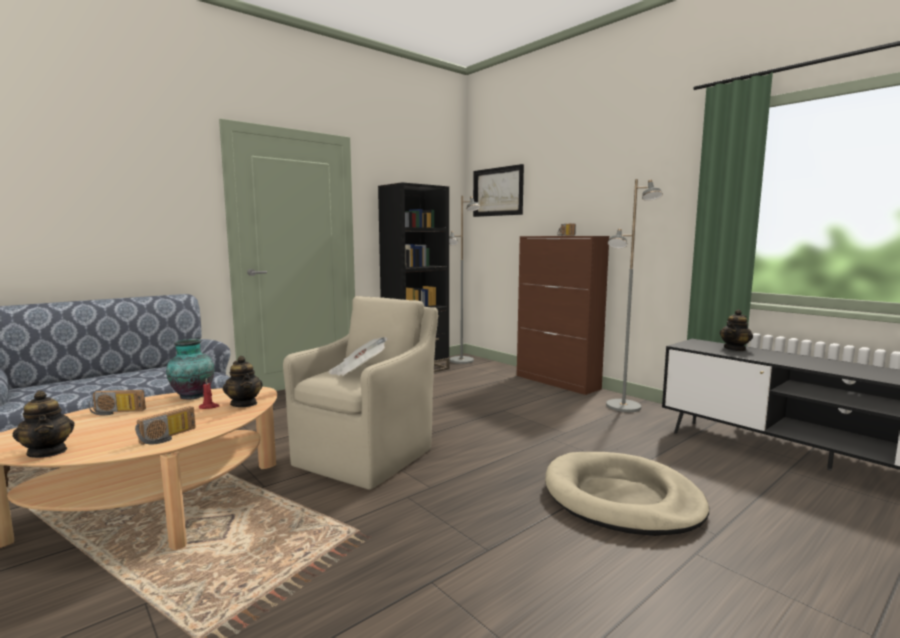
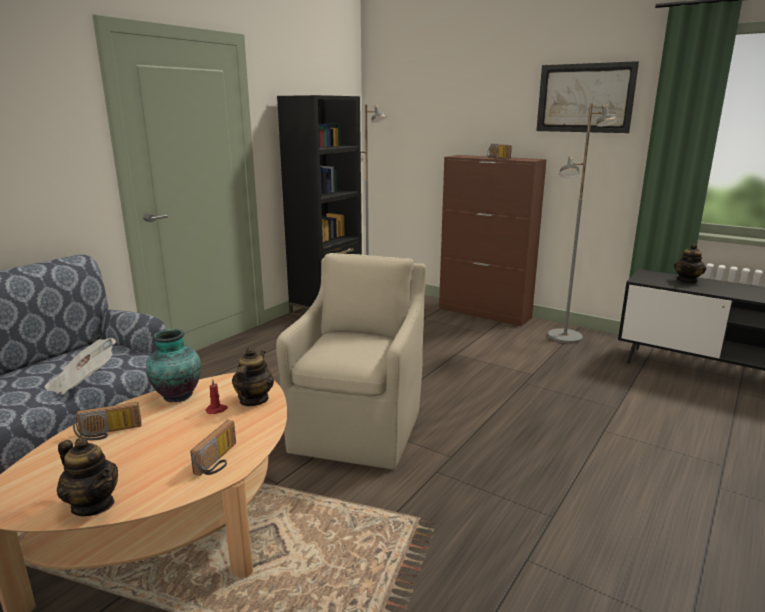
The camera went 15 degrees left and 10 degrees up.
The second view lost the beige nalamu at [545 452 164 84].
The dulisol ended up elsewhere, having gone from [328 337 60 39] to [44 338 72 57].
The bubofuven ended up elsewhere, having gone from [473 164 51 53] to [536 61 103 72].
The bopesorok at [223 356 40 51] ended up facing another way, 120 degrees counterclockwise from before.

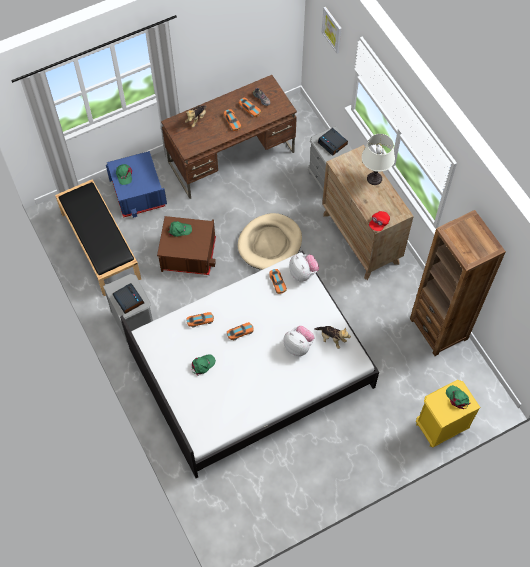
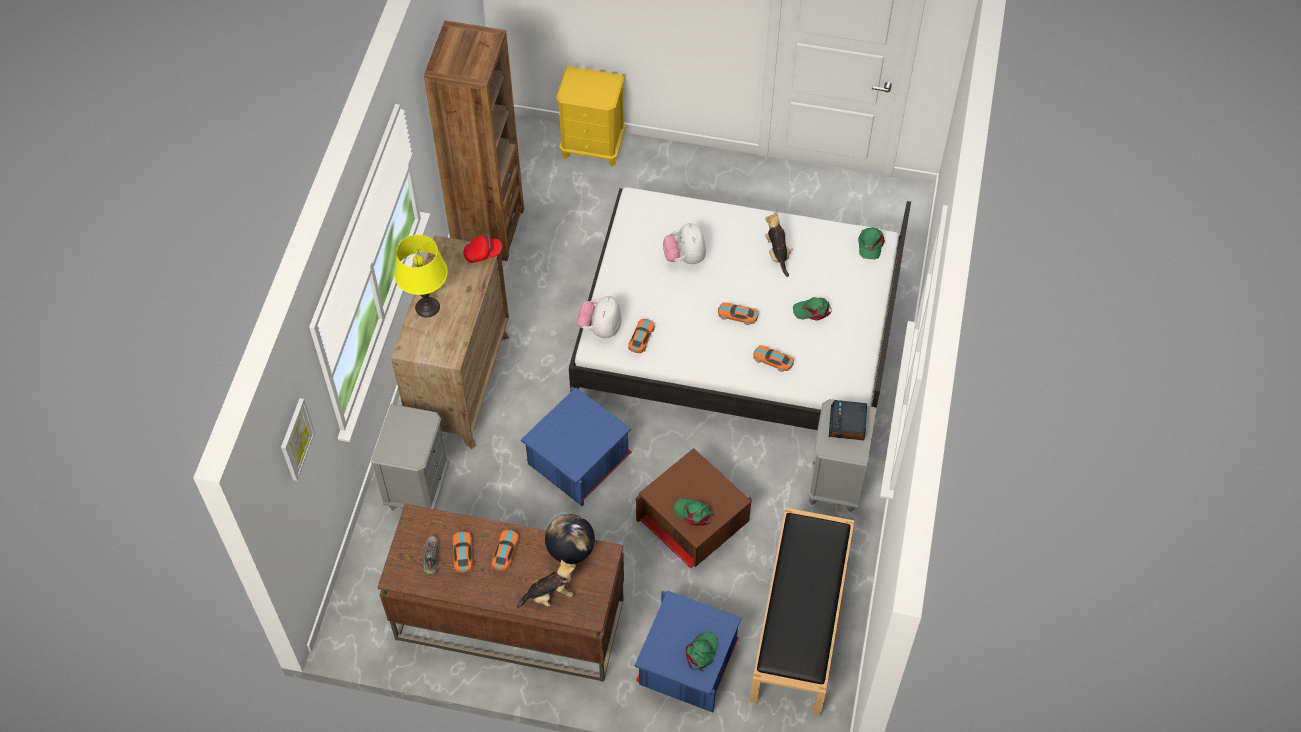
The camera went 140 degrees left and 5 degrees down.
The second view lost the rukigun at [318 128 30 28].
The second view gained the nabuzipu at [545 514 50 50].
The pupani ended up elsewhere, having gone from [314 326 37 23] to [765 210 28 67].
The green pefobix ended up elsewhere, having gone from [446 385 24 24] to [858 227 27 32].
Where the beige nalamu stood at [238 213 64 57], the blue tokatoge came to stand at [521 387 110 119].
What was the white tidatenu at [362 134 33 51] turned into the yellow tidatenu at [394 235 54 82].

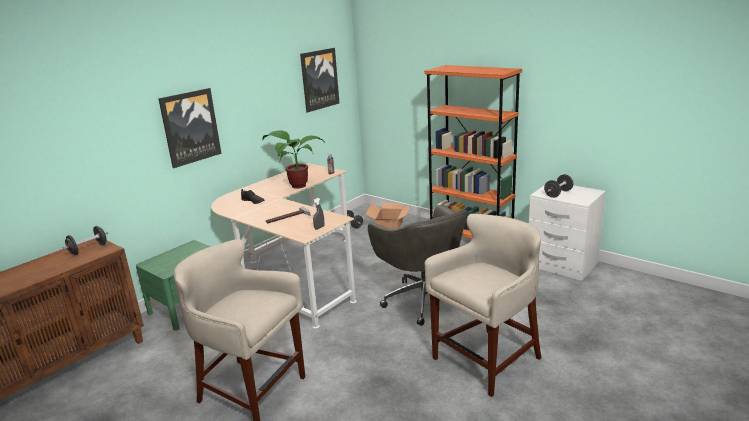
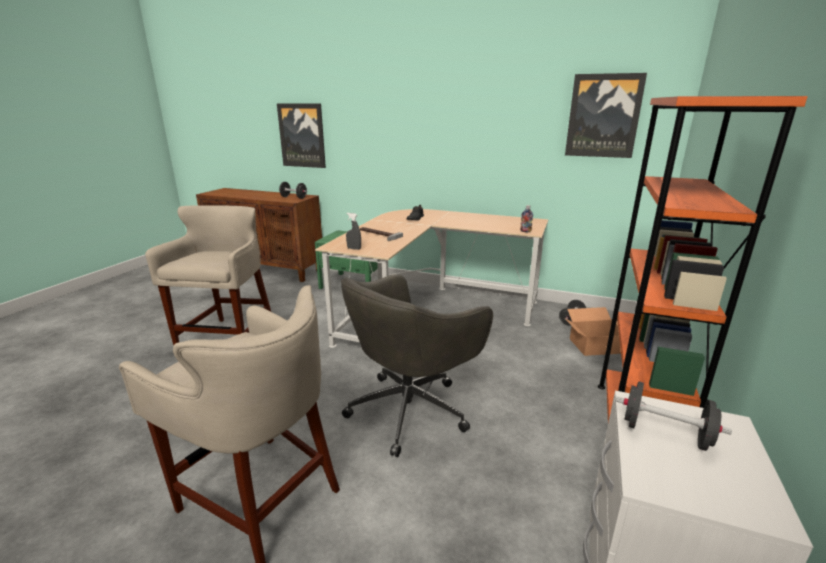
The camera went 70 degrees right and 0 degrees up.
The second view lost the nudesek at [262 131 63 58].
The bubofuven ended up elsewhere, having gone from [158 88 64 80] to [277 104 49 64].

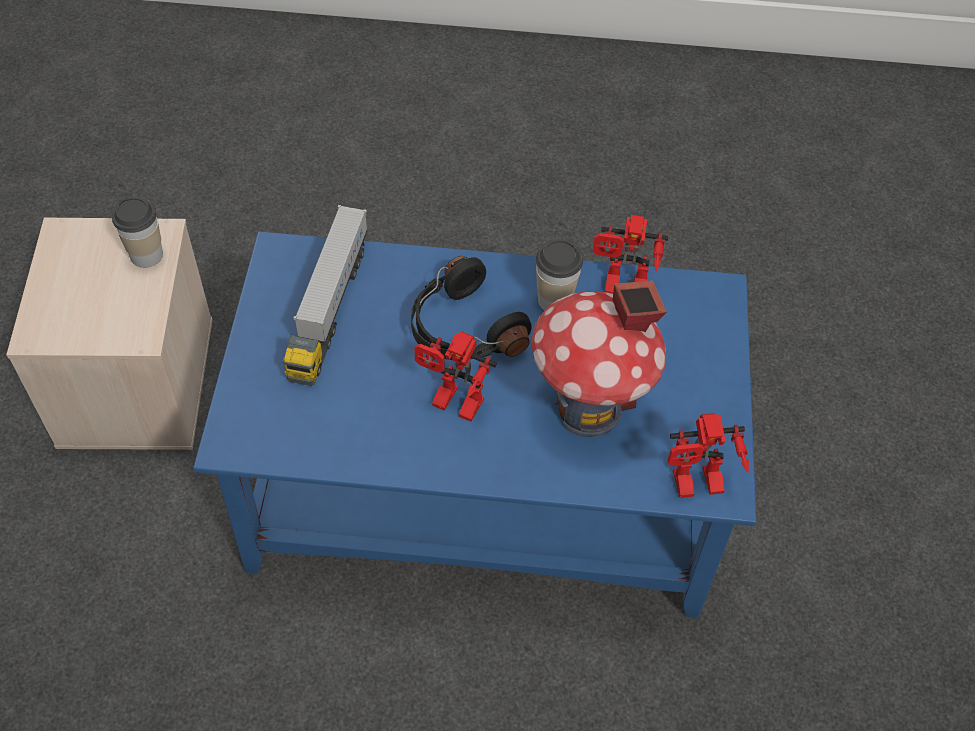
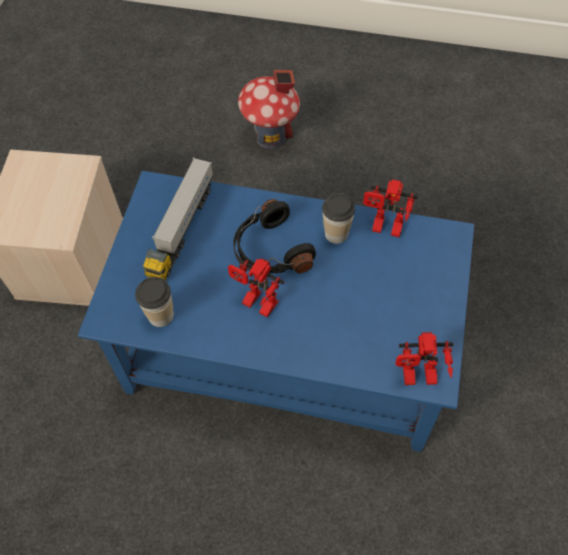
The camera went 10 degrees right and 5 degrees up.
The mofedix ended up elsewhere, having gone from [112 198 51 70] to [135 277 39 50].
The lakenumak ended up elsewhere, having gone from [532 280 135 157] to [238 70 62 79].

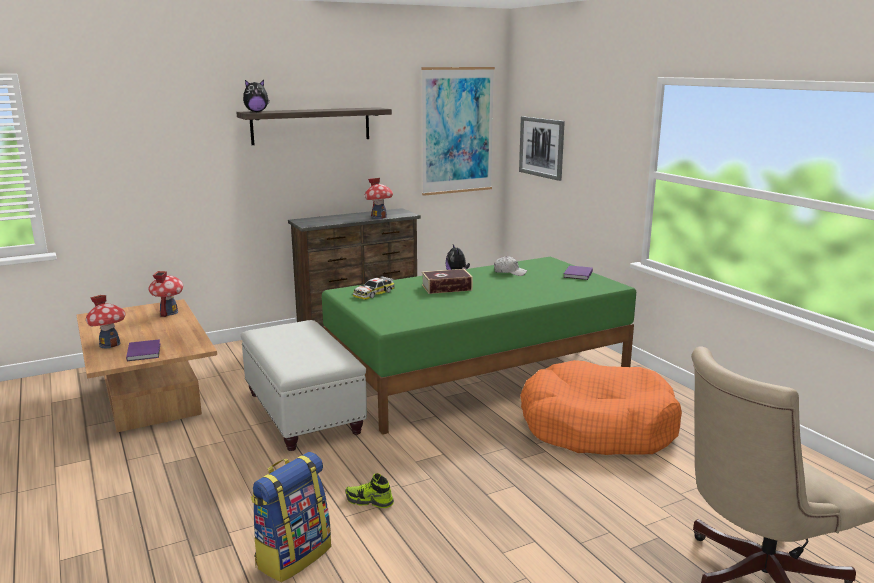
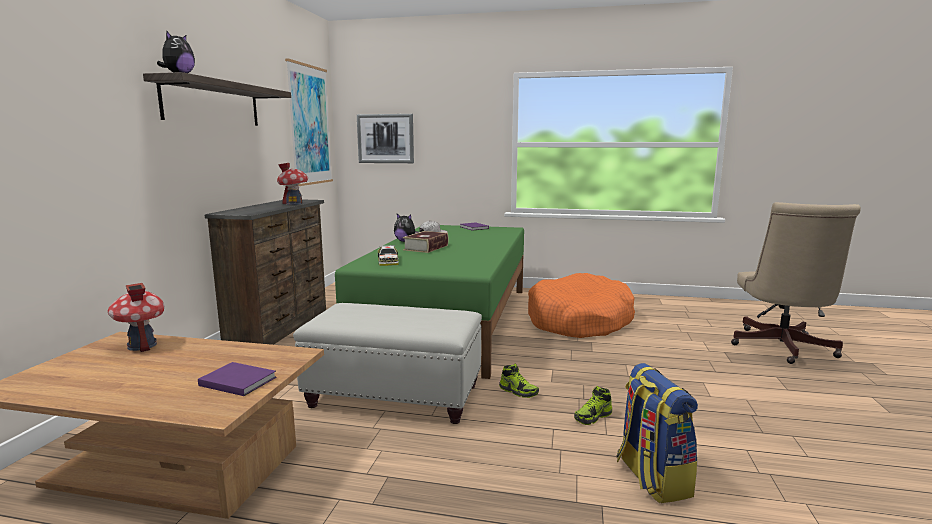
The camera went 50 degrees left and 5 degrees down.
The second view lost the lakenumak at [86 295 40 53].
The second view gained the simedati at [499 363 40 35].

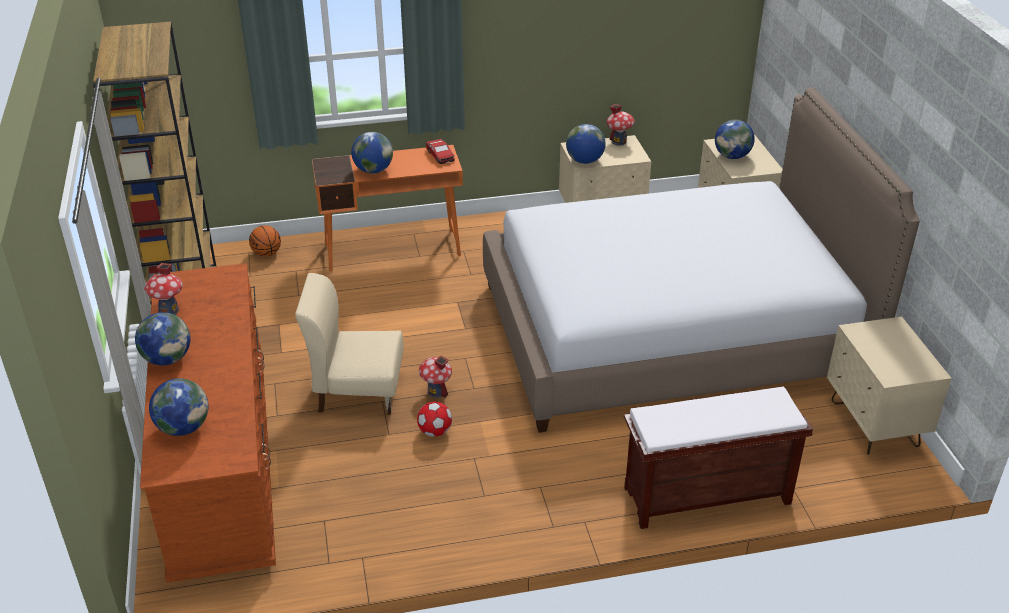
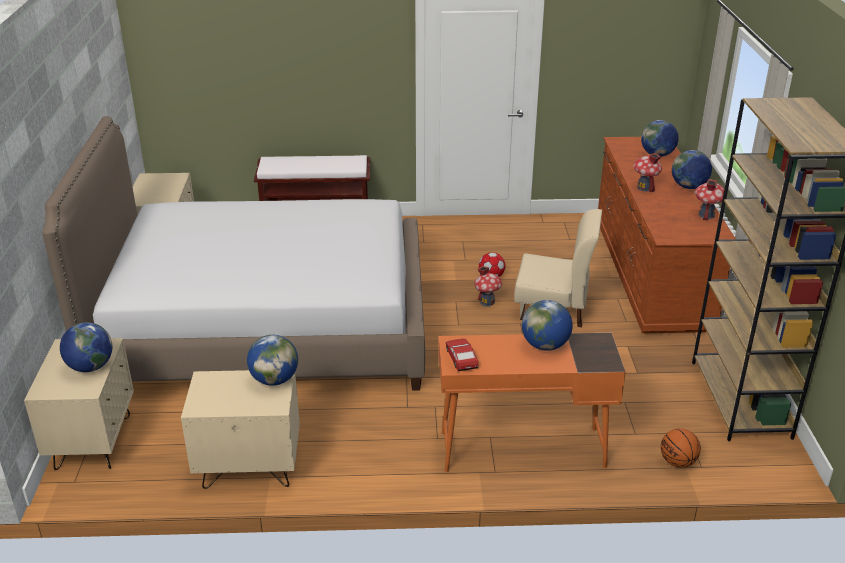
The camera went 170 degrees left and 5 degrees down.
The lakenumak ended up elsewhere, having gone from [607 104 28 42] to [633 153 29 39].

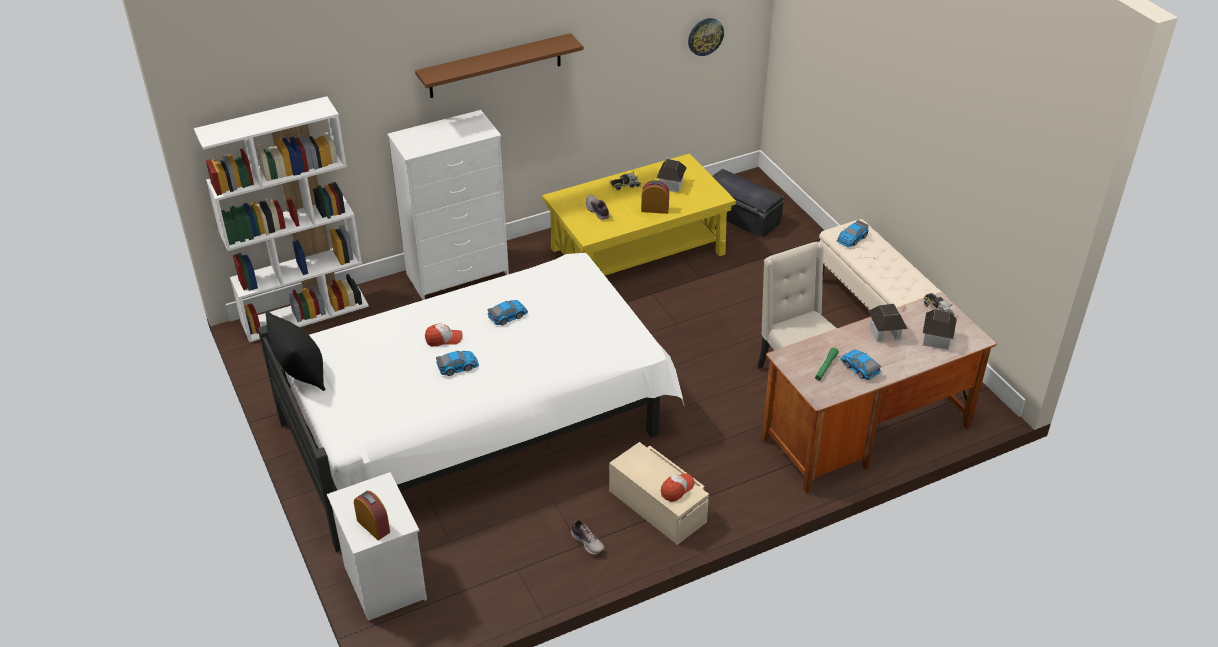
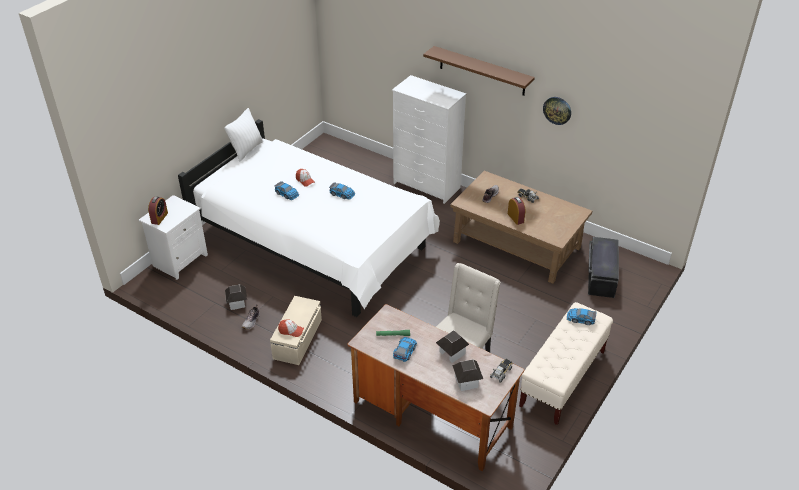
The camera went 60 degrees right and 0 degrees up.
The second view lost the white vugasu at [194 96 175 246].
The lakenumak ended up elsewhere, having gone from [656 159 31 33] to [225 285 22 25].
The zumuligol ended up elsewhere, having gone from [688 18 36 38] to [543 97 28 28].
What was the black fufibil at [265 311 60 80] turned into the white fufibil at [224 108 39 54].
What was the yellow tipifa at [542 153 194 122] turned into the brown tipifa at [450 171 142 113].

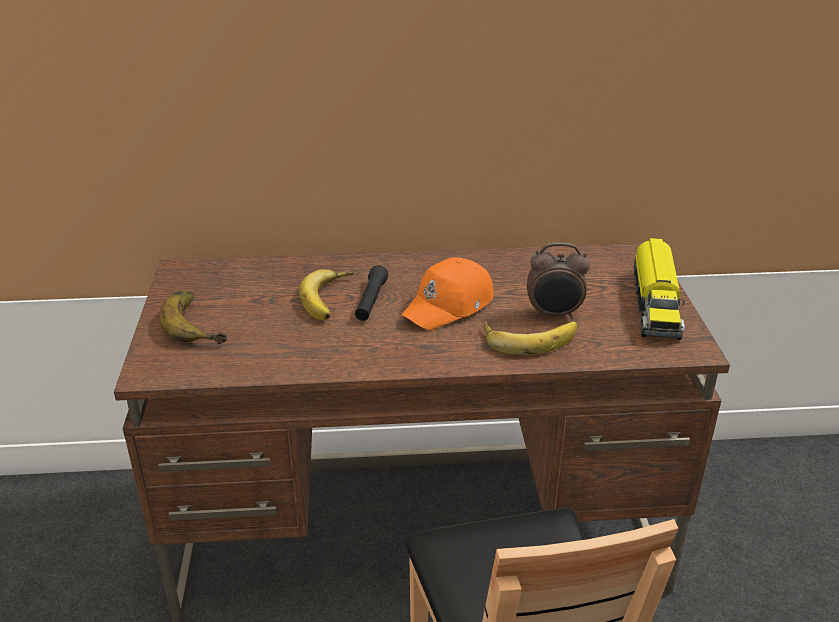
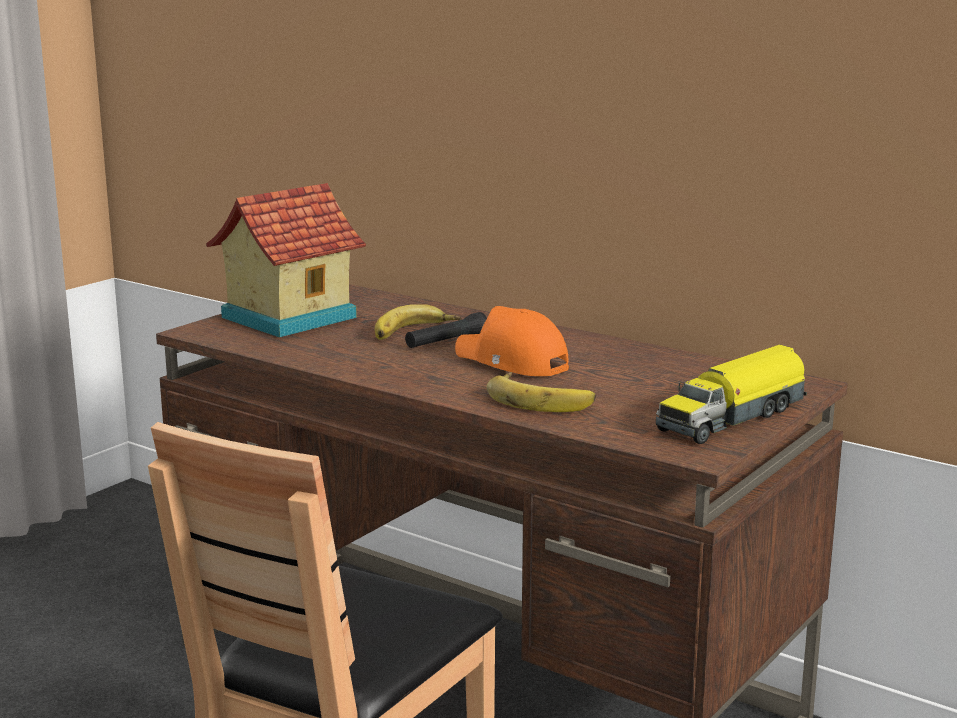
The camera went 40 degrees right and 15 degrees down.
The second view lost the rukigun at [527 242 63 77].
Where the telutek stood at [159 290 68 54], the lakenumak came to stand at [206 183 160 154].
The orange pefobix at [401 257 92 73] ended up facing another way, 45 degrees clockwise from before.

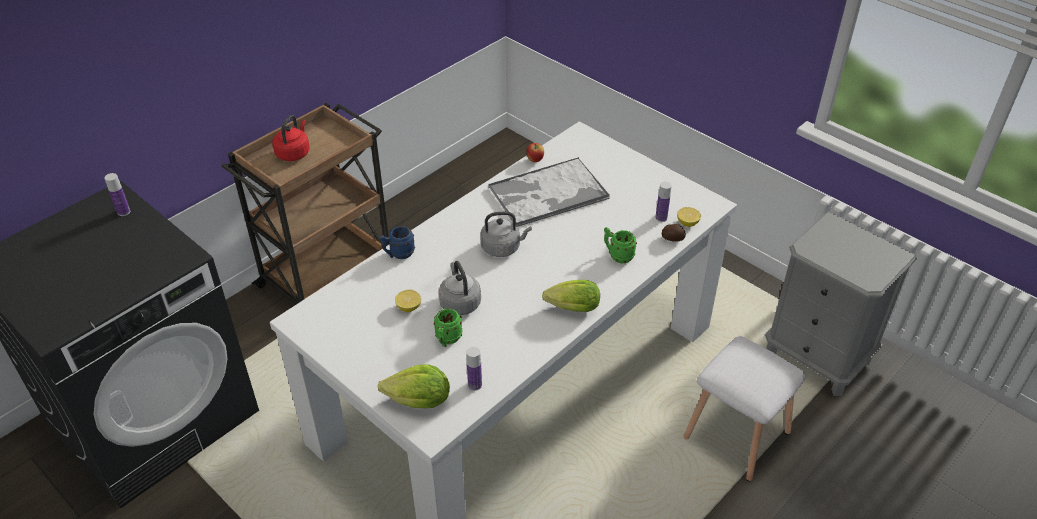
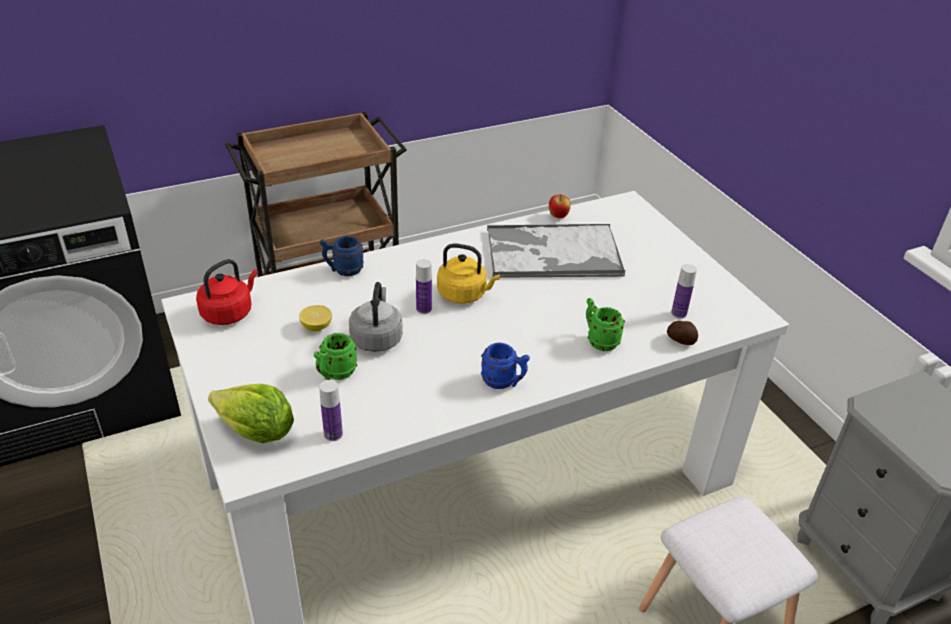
The camera went 20 degrees right and 5 degrees down.
The second view lost the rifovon at [677 207 24 20].
The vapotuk ended up elsewhere, having gone from [104 173 26 43] to [416 259 16 55].
The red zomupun ended up elsewhere, having gone from [273 115 37 46] to [196 259 62 66].
Where the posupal stood at [542 280 58 32], the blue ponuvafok came to stand at [481 343 49 46].
What was the grey zomupun at [480 211 52 46] turned into the yellow zomupun at [437 243 63 61].

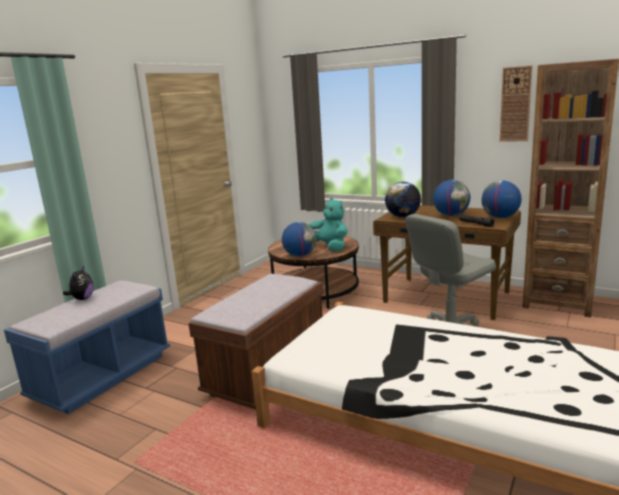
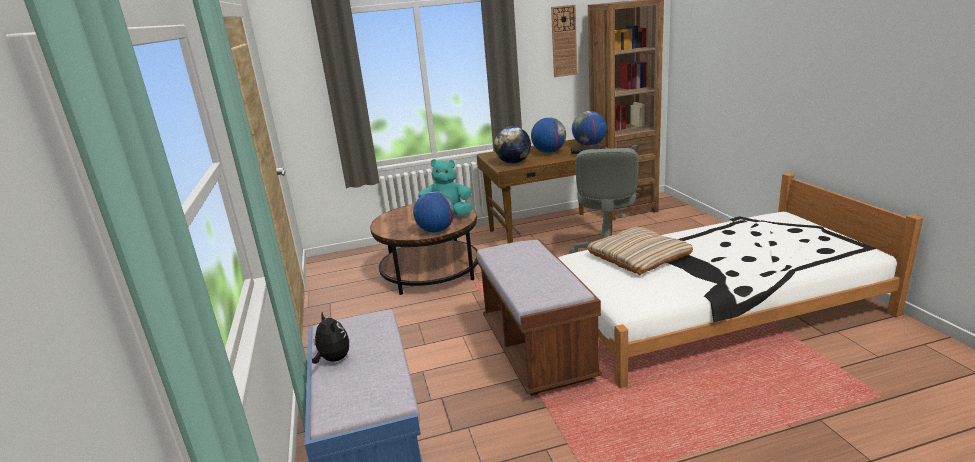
The camera went 45 degrees left and 5 degrees up.
The second view gained the beige fufibil at [587 227 106 48].

